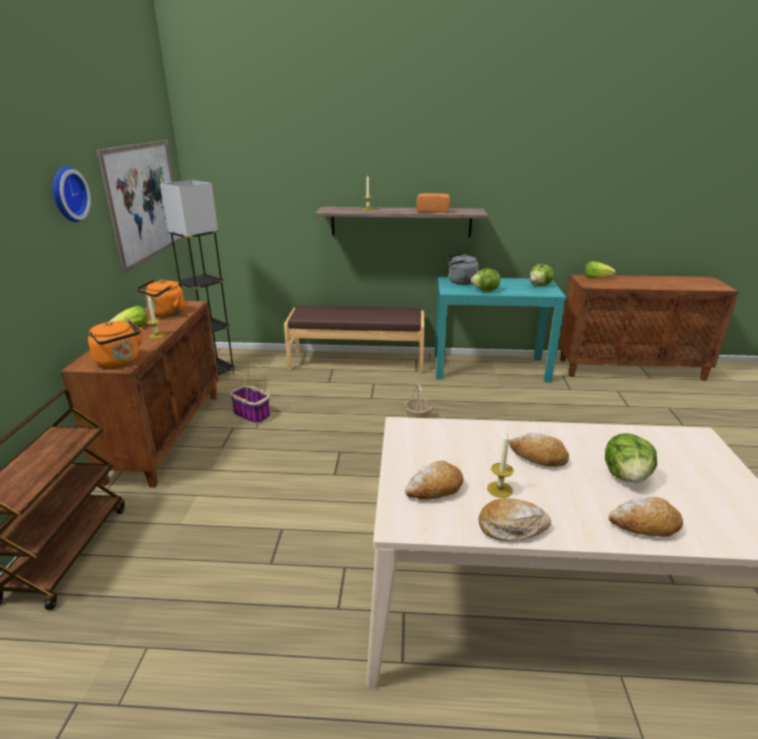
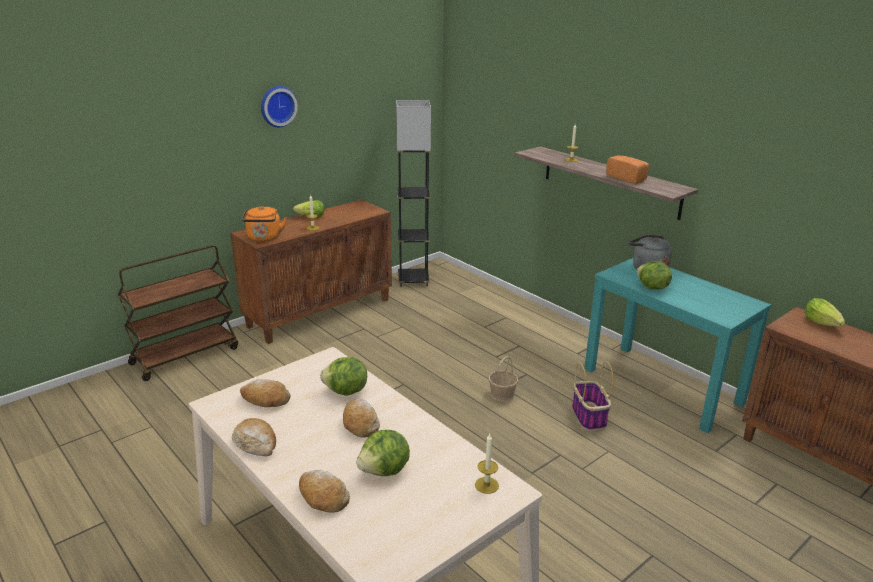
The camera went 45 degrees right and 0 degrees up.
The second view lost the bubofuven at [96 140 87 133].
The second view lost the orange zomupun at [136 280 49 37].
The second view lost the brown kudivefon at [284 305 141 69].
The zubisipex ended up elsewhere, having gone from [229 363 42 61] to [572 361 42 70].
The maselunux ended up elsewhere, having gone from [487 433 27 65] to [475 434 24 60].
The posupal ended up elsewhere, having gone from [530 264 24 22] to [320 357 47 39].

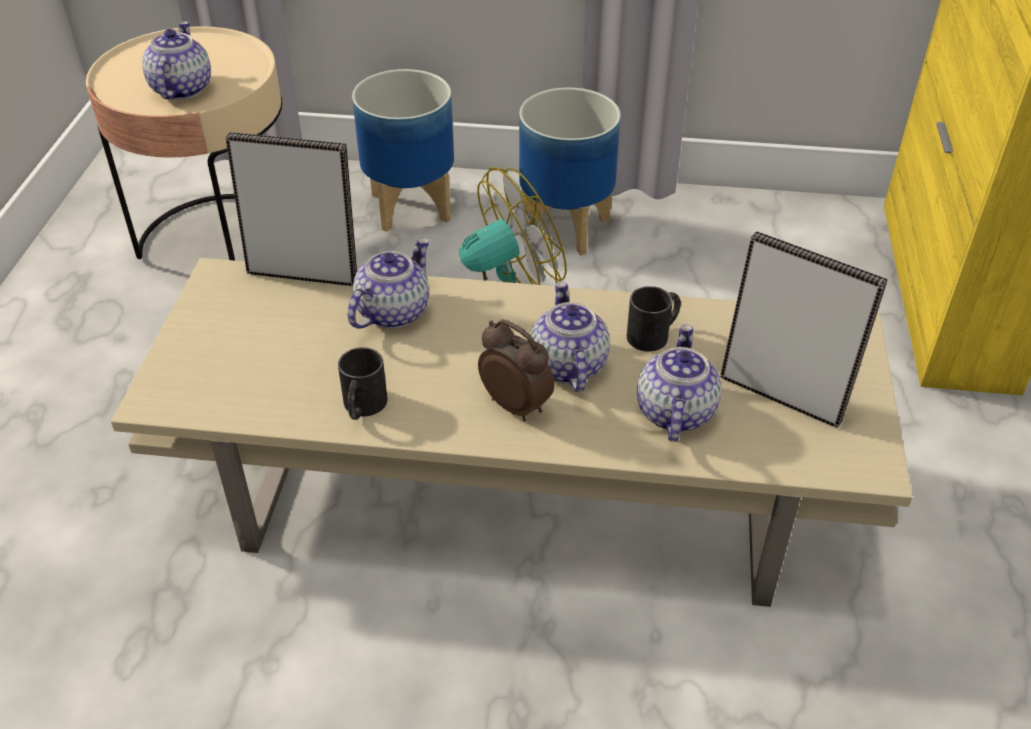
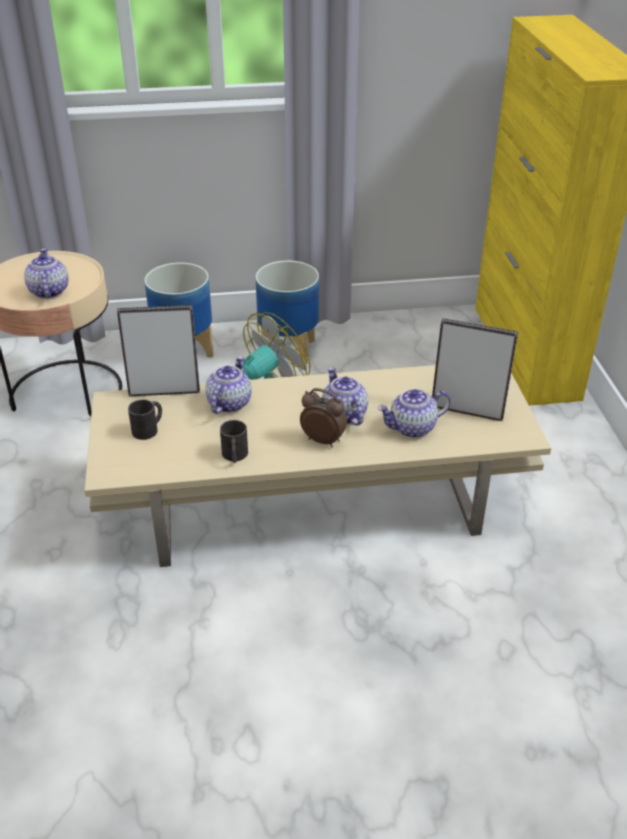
The camera went 15 degrees left and 5 degrees down.
The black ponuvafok ended up elsewhere, having gone from [627 286 54 66] to [128 399 34 41].
The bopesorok at [637 324 84 118] ended up facing another way, 105 degrees counterclockwise from before.

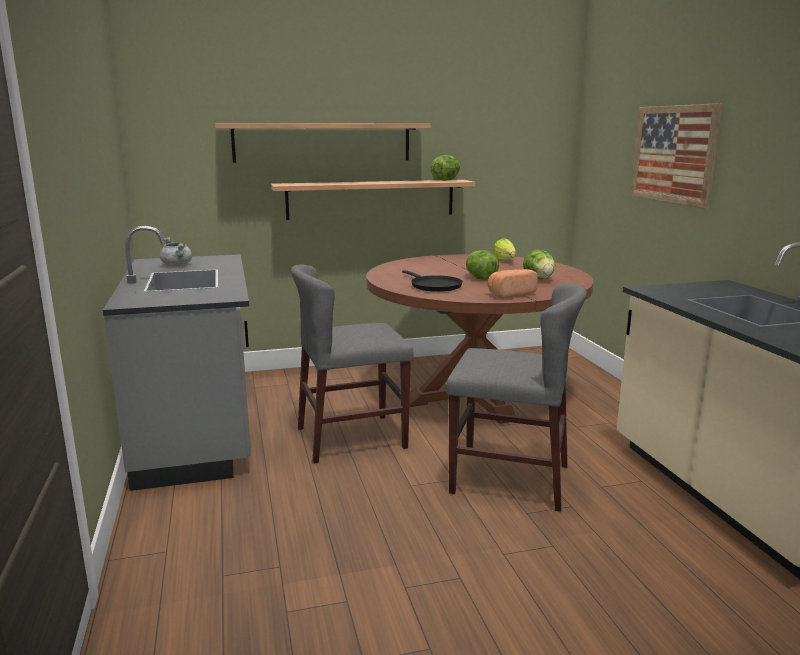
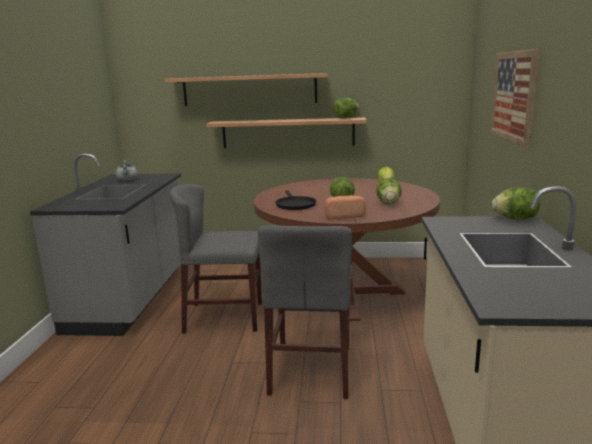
The camera went 20 degrees right and 0 degrees up.
The second view gained the posupal at [492 187 48 33].
The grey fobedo at [446 283 141 229] ended up facing another way, 60 degrees clockwise from before.

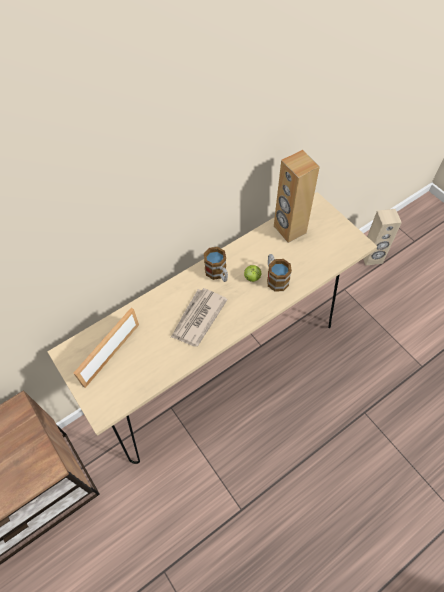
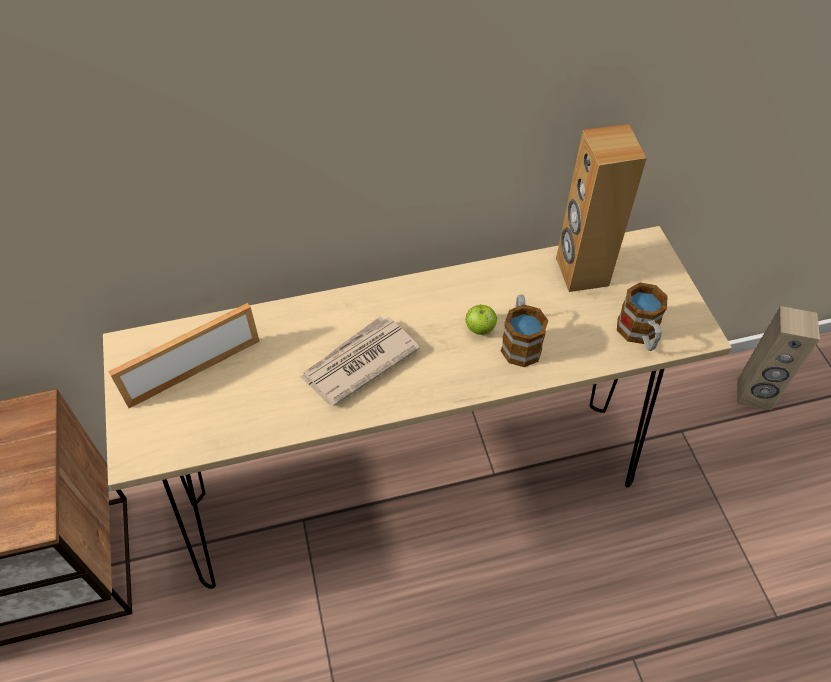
The camera went 20 degrees right and 5 degrees down.
The ponuvafok ended up elsewhere, having gone from [204 247 24 35] to [617 283 51 68].

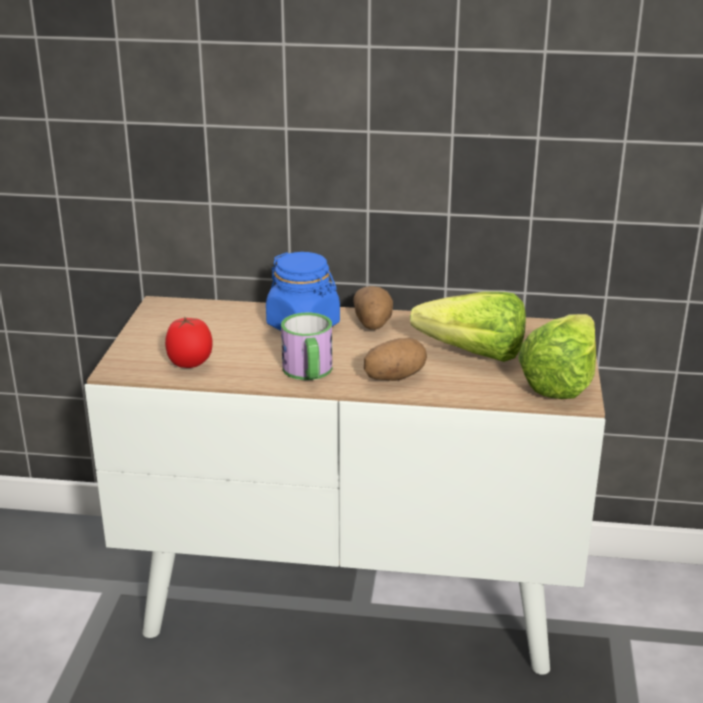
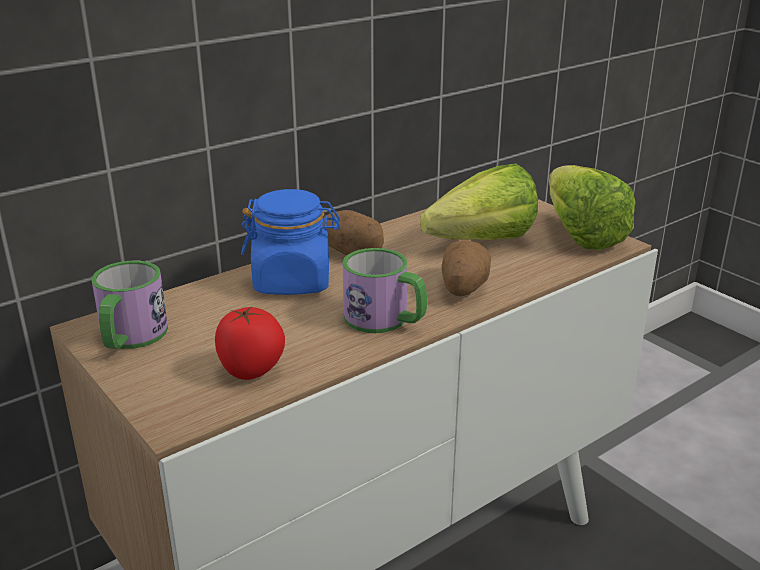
The camera went 45 degrees left and 0 degrees up.
The second view gained the ponuvafok at [91 261 77 88].

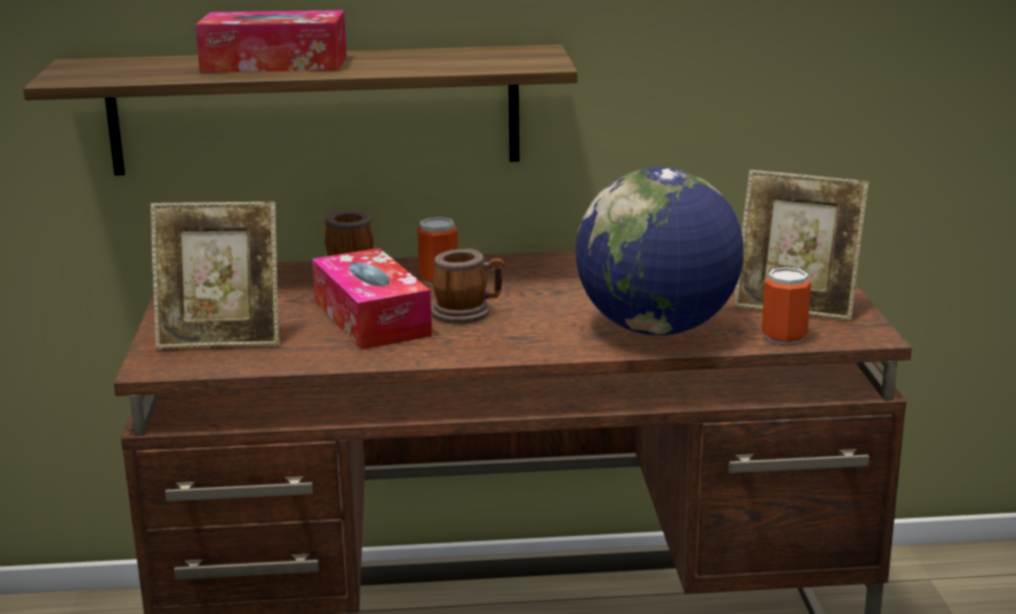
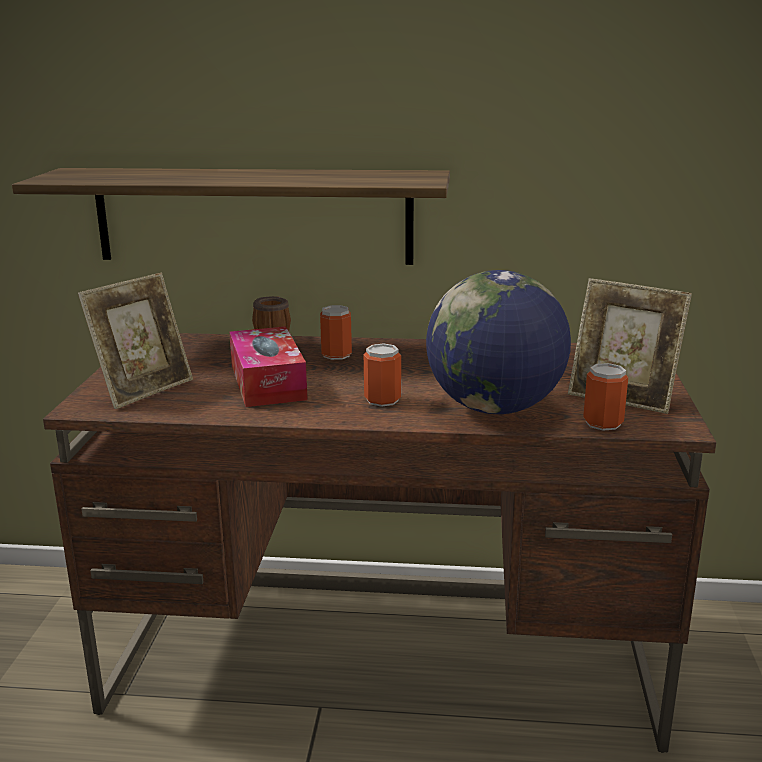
The camera went 10 degrees right and 0 degrees up.
The second view lost the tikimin at [195 10 152 62].
The second view lost the ponuvafok at [431 249 73 75].
The second view gained the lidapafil at [364 343 37 64].
The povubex at [151 202 128 147] ended up facing another way, 60 degrees counterclockwise from before.

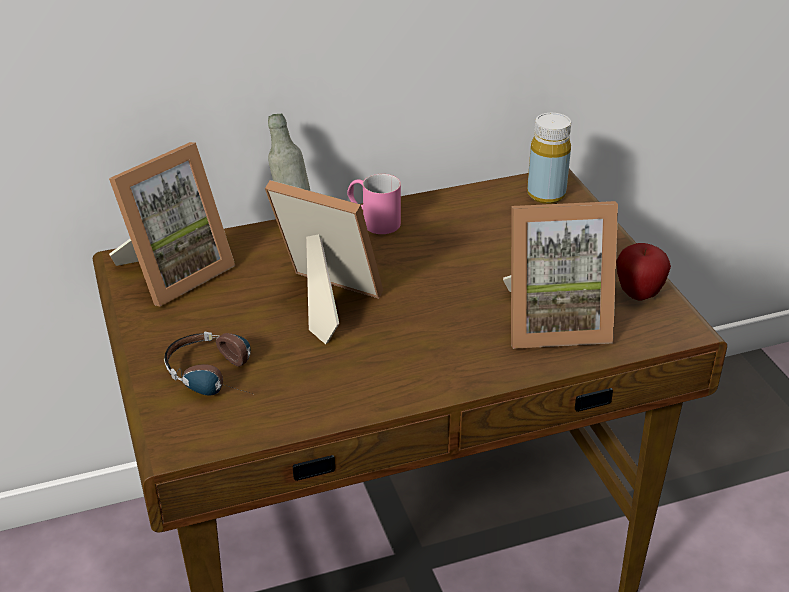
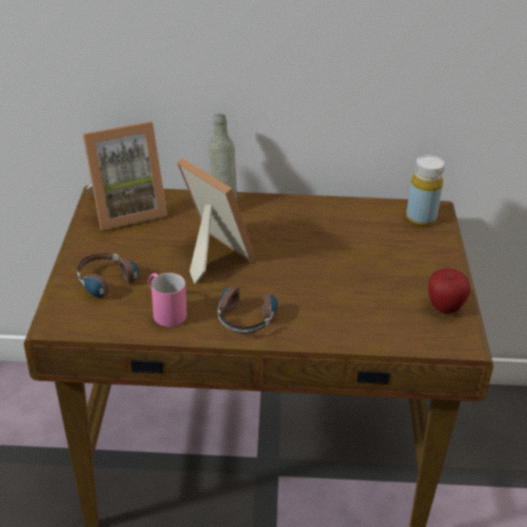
The camera went 20 degrees right and 0 degrees up.
The second view lost the povubex at [503 201 115 148].
The second view gained the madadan at [218 284 60 50].
The pink ponuvafok ended up elsewhere, having gone from [347 174 54 60] to [148 273 39 54].

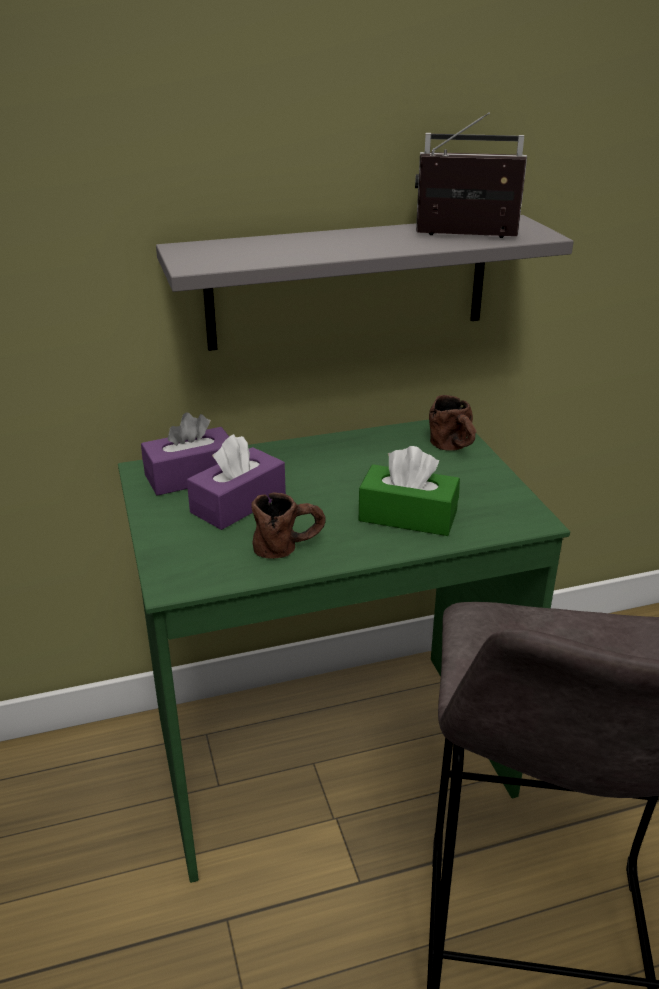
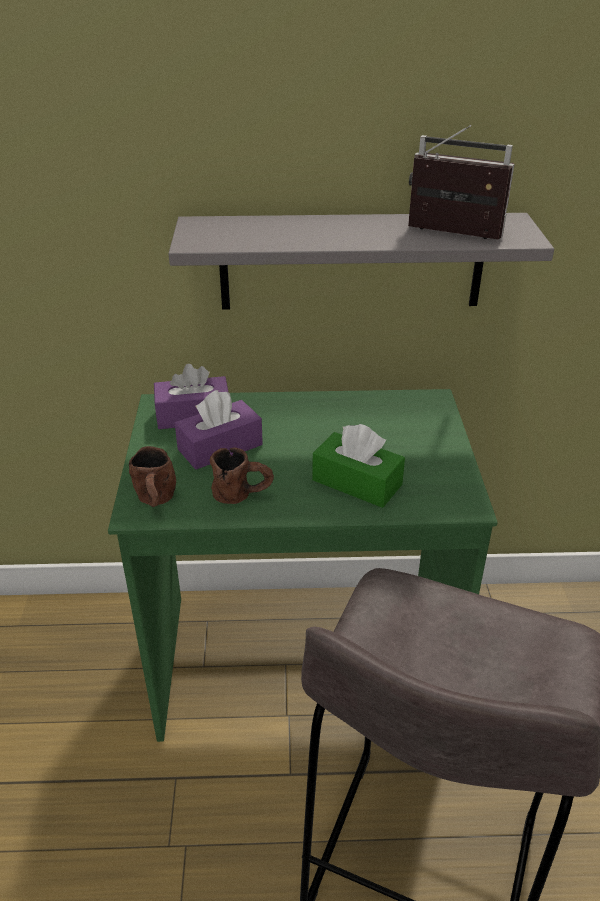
The camera went 15 degrees right and 5 degrees up.
The brown ponuvafok ended up elsewhere, having gone from [429 395 47 56] to [129 446 47 61].

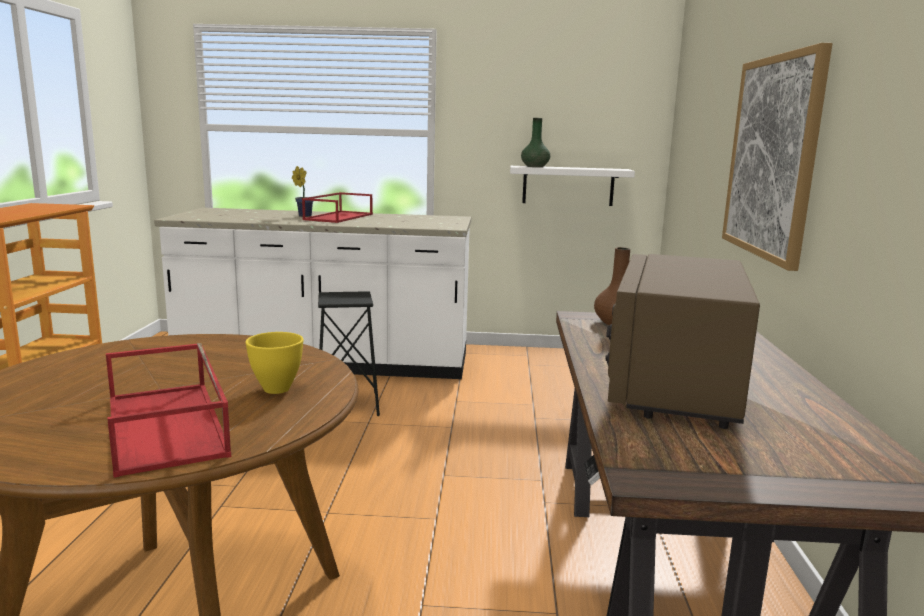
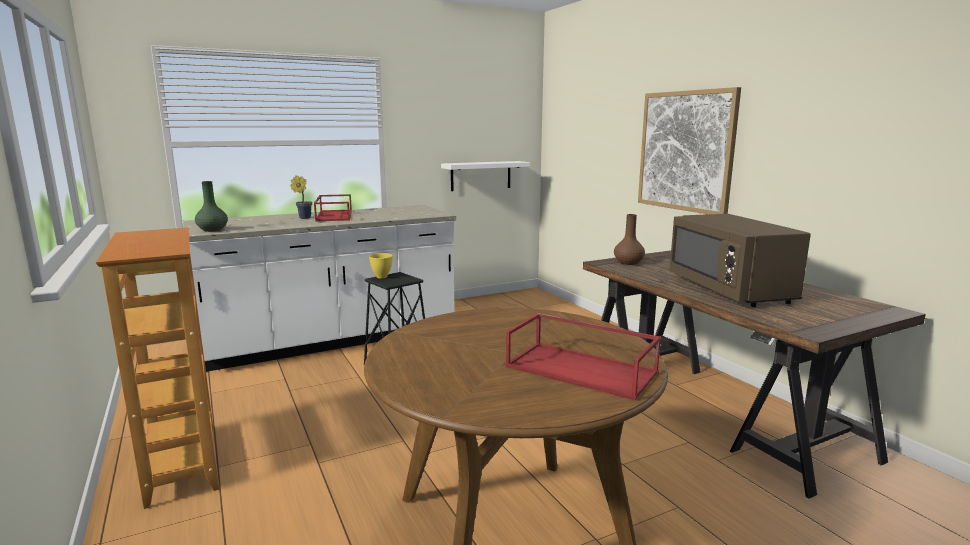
The camera went 30 degrees left and 0 degrees up.
The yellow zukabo ended up elsewhere, having gone from [245 332 59 62] to [369 253 24 25].
The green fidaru ended up elsewhere, having gone from [521 118 29 49] to [195 181 33 51].

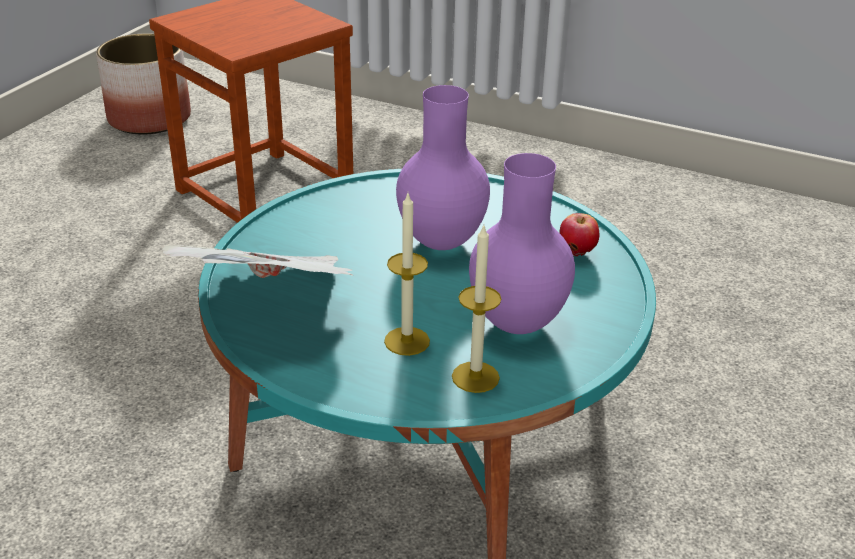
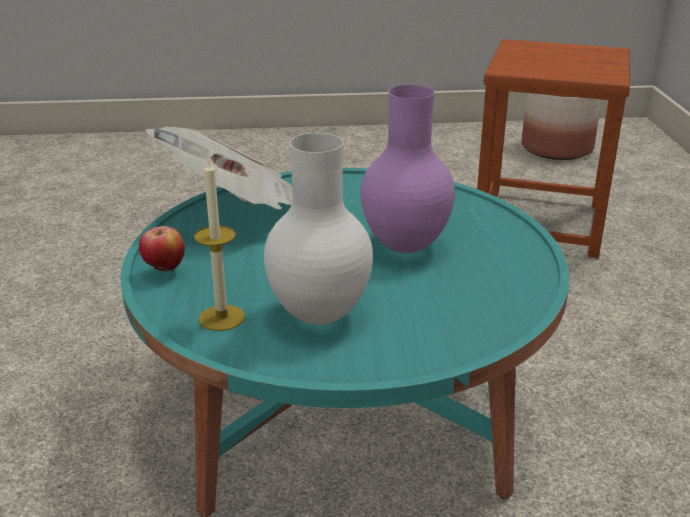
The camera went 60 degrees right and 5 degrees down.
The second view lost the maselunux at [384 193 46 163].
The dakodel ended up elsewhere, having gone from [559 213 41 44] to [139 226 46 45].
What was the purple fidaru at [469 153 106 181] turned into the white fidaru at [264 133 109 192].

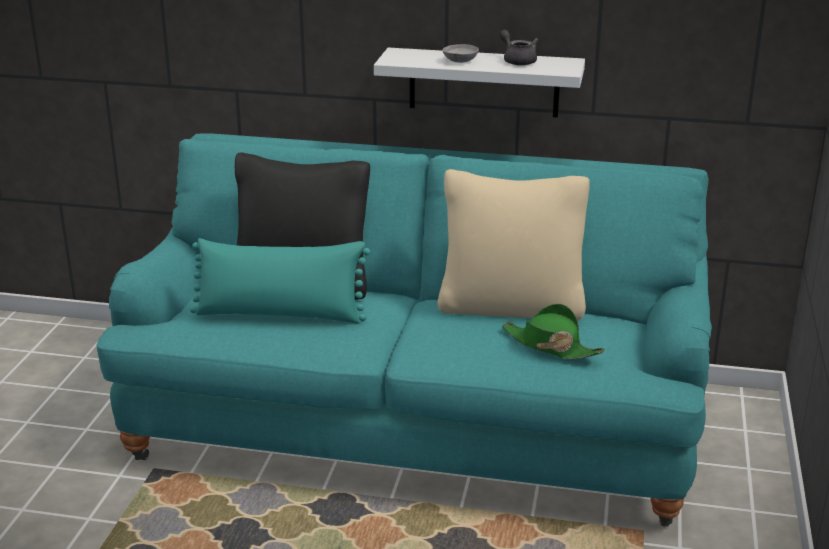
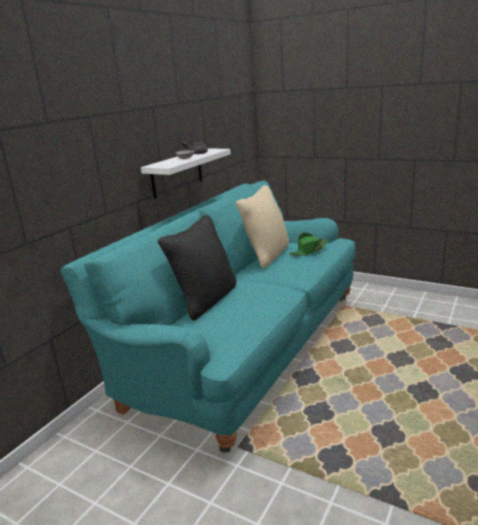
The camera went 70 degrees left and 5 degrees down.
The second view lost the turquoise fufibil at [190 238 180 86].

